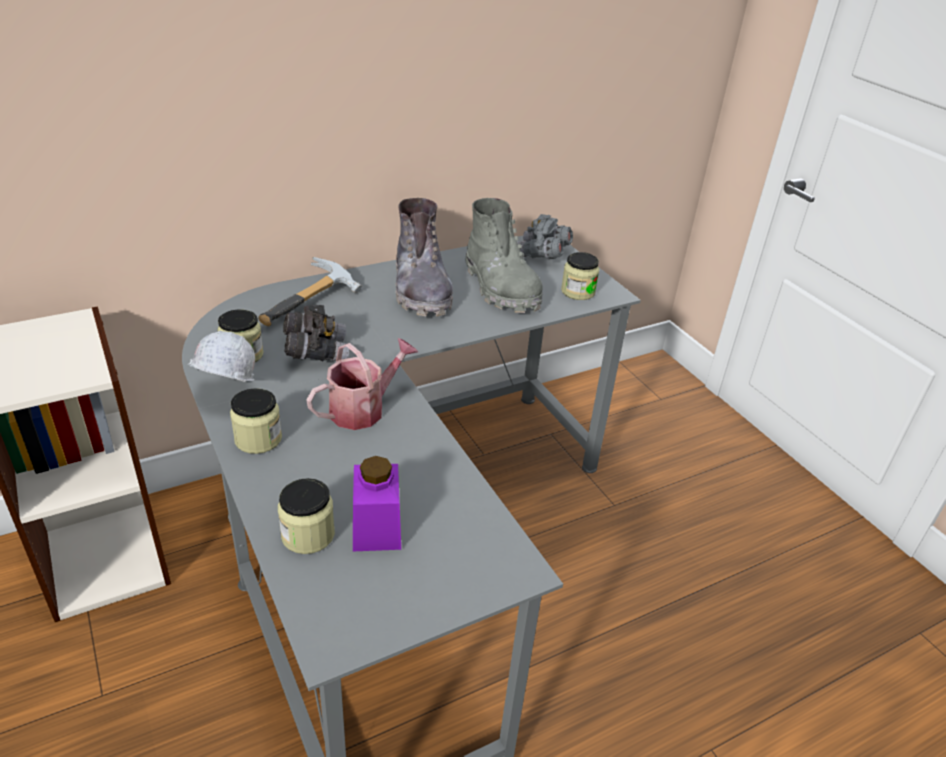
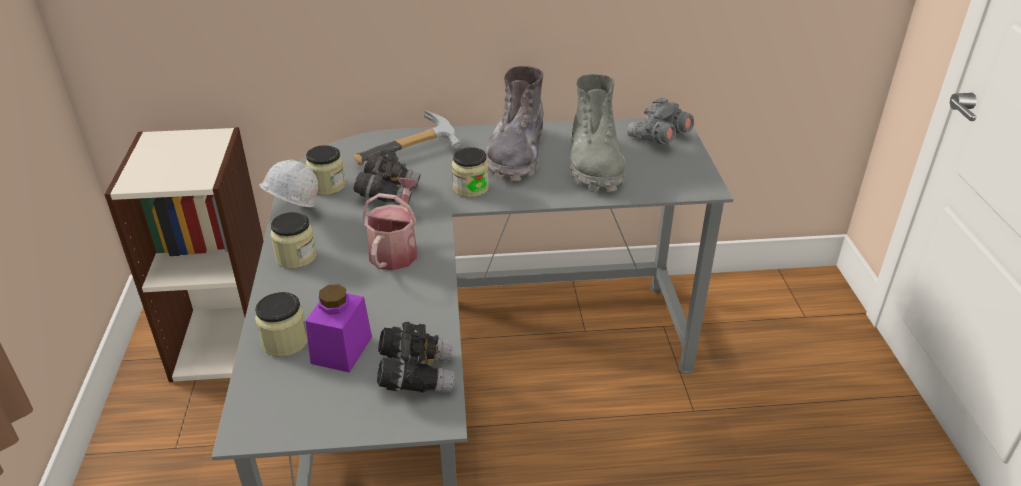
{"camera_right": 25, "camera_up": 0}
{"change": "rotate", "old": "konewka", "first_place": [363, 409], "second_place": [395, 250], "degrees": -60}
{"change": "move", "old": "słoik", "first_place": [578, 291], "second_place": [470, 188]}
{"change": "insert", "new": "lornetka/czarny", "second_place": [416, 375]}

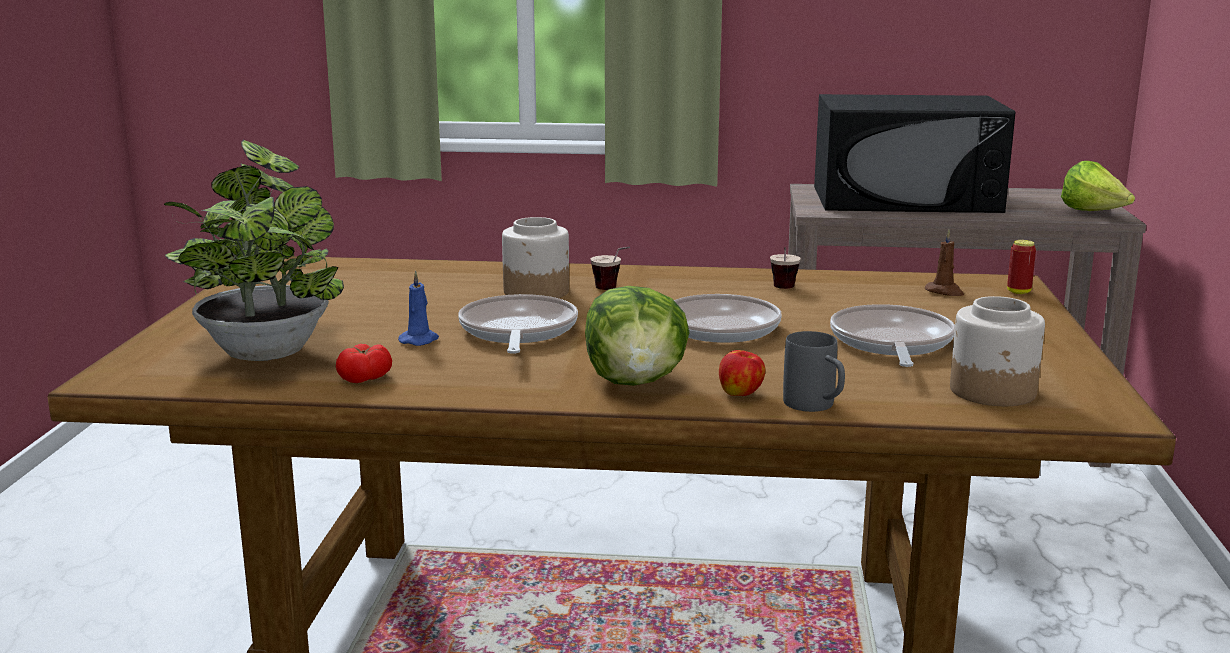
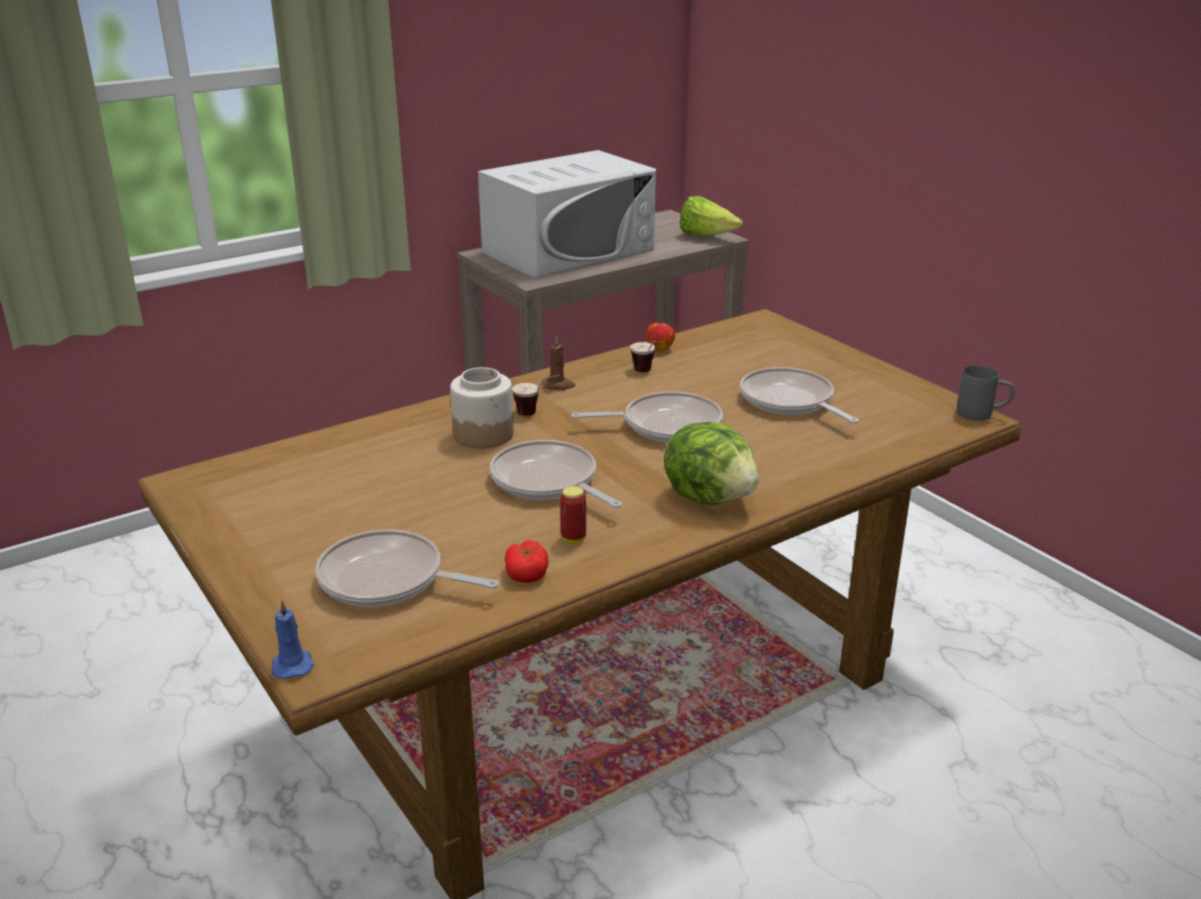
{"camera_right": -40, "camera_up": 10}
{"change": "replace", "old": "roślina doniczkowa", "new": "patelnia", "first_place": [266, 349], "second_place": [388, 580]}
{"change": "move", "old": "świeca/niebieski", "first_place": [420, 340], "second_place": [292, 665]}
{"change": "move", "old": "jabłko", "first_place": [741, 394], "second_place": [660, 348]}
{"change": "move", "old": "kubek/szary", "first_place": [816, 407], "second_place": [982, 414]}
{"change": "recolor", "old": "mikrofalówka/czarny", "new": "mikrofalówka/biały", "first_place": [905, 199], "second_place": [569, 250]}
{"change": "move", "old": "świeca/brązowy", "first_place": [945, 292], "second_place": [559, 385]}
{"change": "delete", "old": "słoik", "first_place": [993, 392]}
{"change": "move", "old": "puszka", "first_place": [1018, 292], "second_place": [573, 538]}

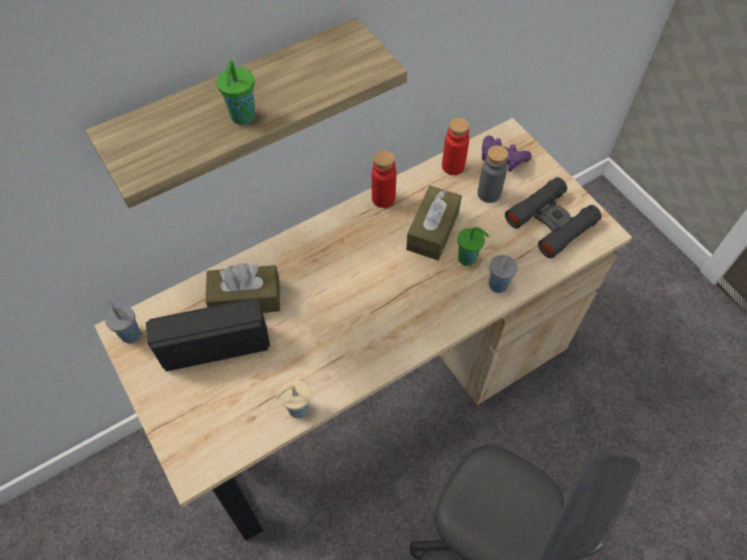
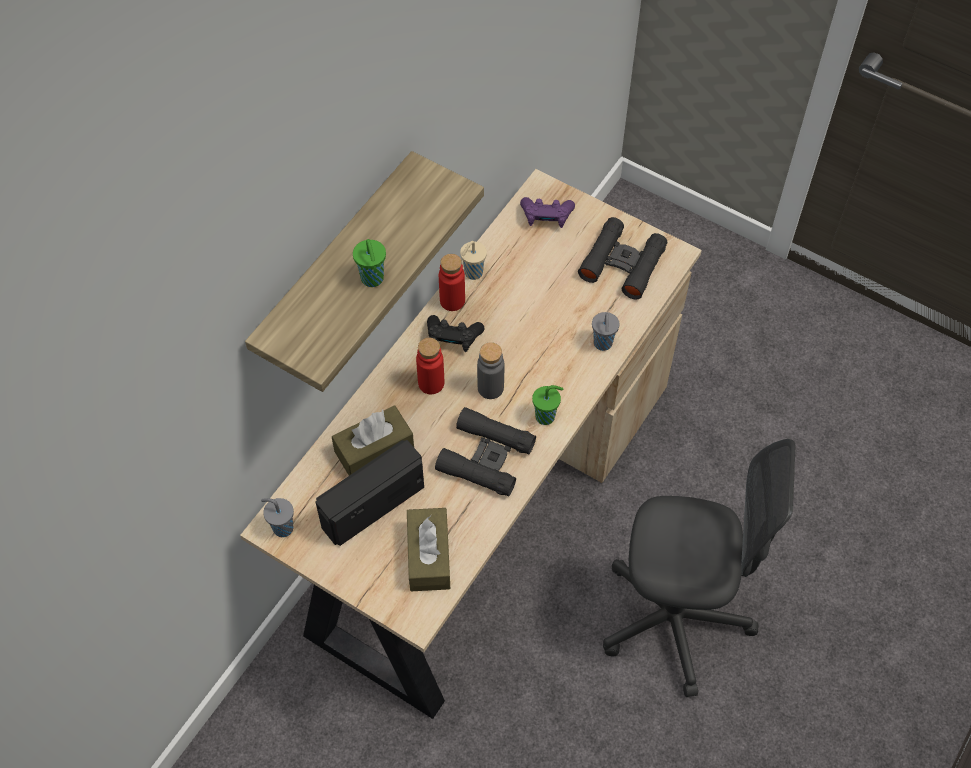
{"camera_right": -25, "camera_up": 0}
{"change": "move", "old": "filiżanka/beżowy", "first_place": [297, 409], "second_place": [472, 273]}
{"change": "move", "old": "pudełko chusteczek/brązowy", "first_place": [433, 230], "second_place": [429, 556]}
{"change": "move", "old": "butelka/czerwony", "first_place": [453, 166], "second_place": [431, 383]}
{"change": "move", "old": "filiżanka/zielony", "first_place": [468, 258], "second_place": [546, 416]}
{"change": "move", "old": "butelka/szary", "first_place": [488, 193], "second_place": [490, 388]}
{"change": "insert", "new": "pad do gier/czarny", "second_place": [453, 338]}
{"change": "insert", "new": "lornetka/czarny", "second_place": [486, 457]}

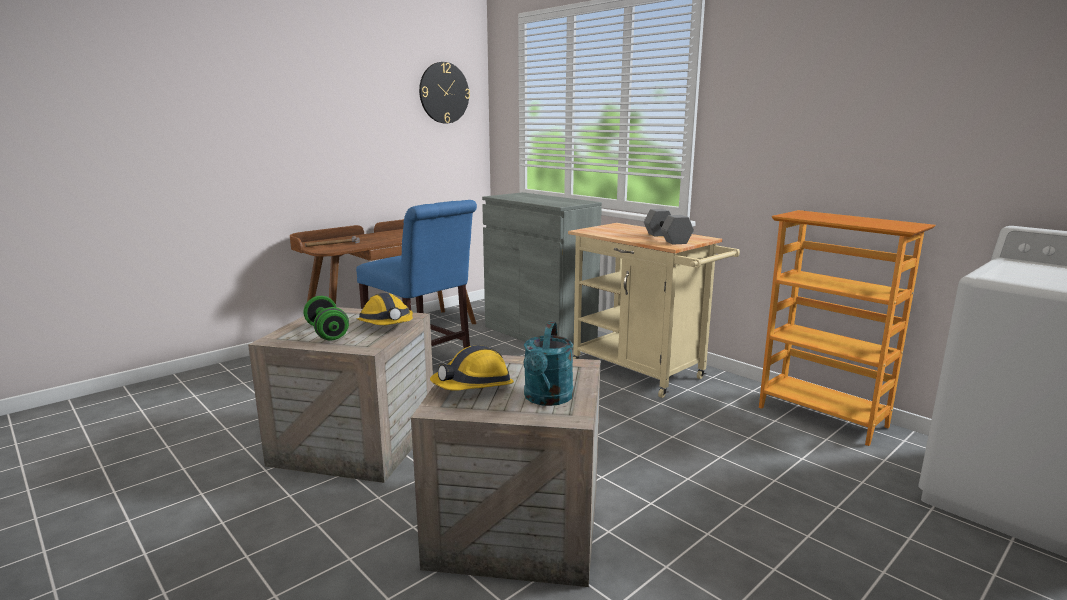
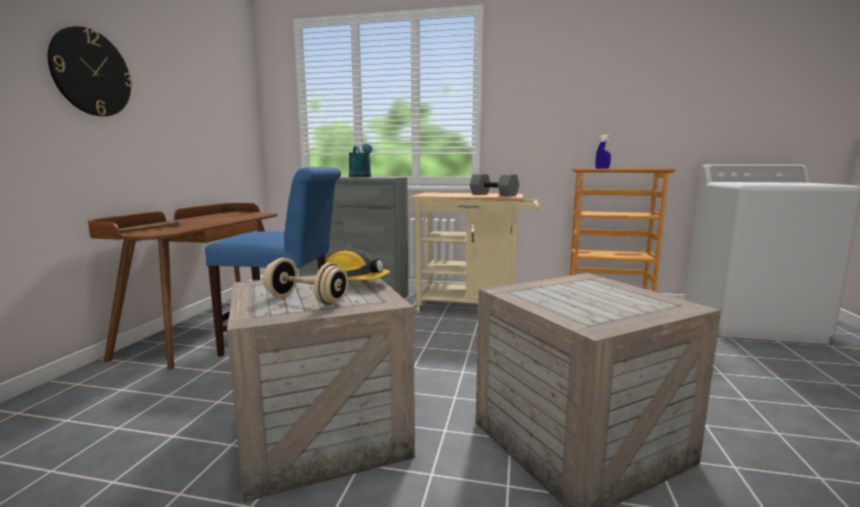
{"camera_right": -35, "camera_up": -5}
{"change": "recolor", "old": "hantel/zielony", "new": "hantel/beżowy", "first_place": [327, 333], "second_place": [306, 300]}
{"change": "move", "old": "zegar ścienny", "first_place": [444, 93], "second_place": [91, 73]}
{"change": "delete", "old": "kask", "first_place": [473, 386]}
{"change": "move", "old": "konewka/turkusowy", "first_place": [547, 399], "second_place": [361, 177]}
{"change": "insert", "new": "spryskiwacz/niebieski", "second_place": [602, 168]}

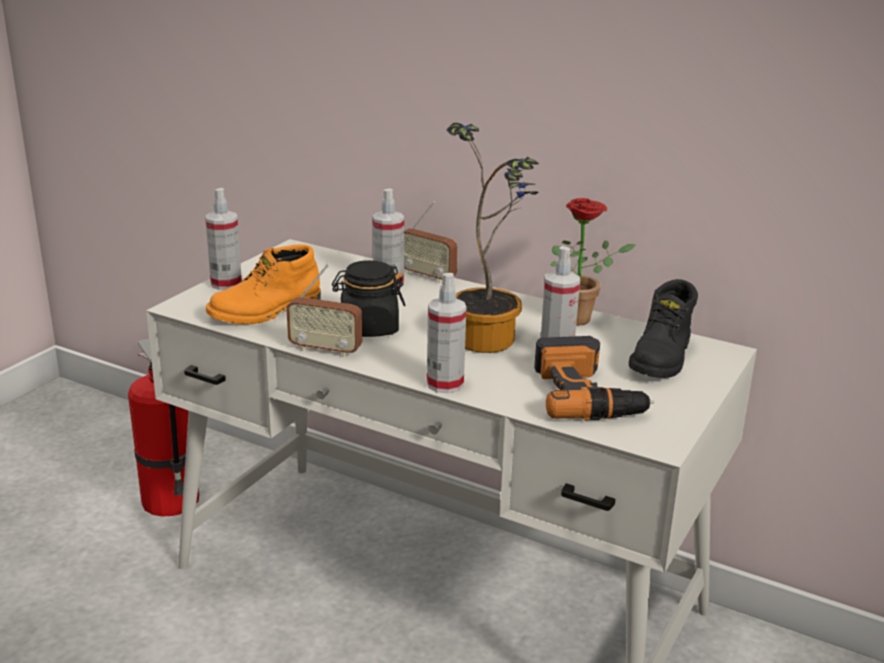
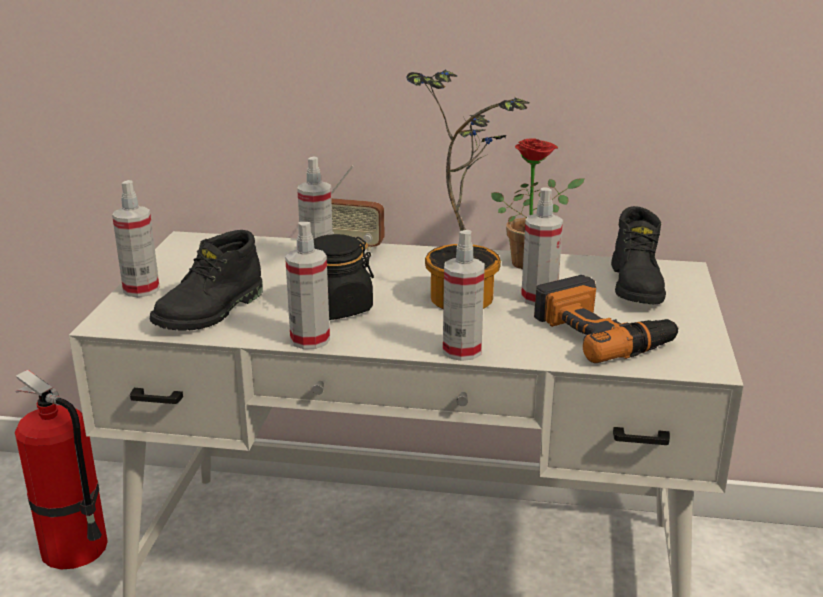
{"camera_right": -20, "camera_up": 0}
{"change": "recolor", "old": "but z cholewką/pomarańczowy", "new": "but z cholewką/czarny", "first_place": [266, 312], "second_place": [211, 311]}
{"change": "replace", "old": "radio", "new": "spryskiwacz", "first_place": [325, 350], "second_place": [310, 340]}

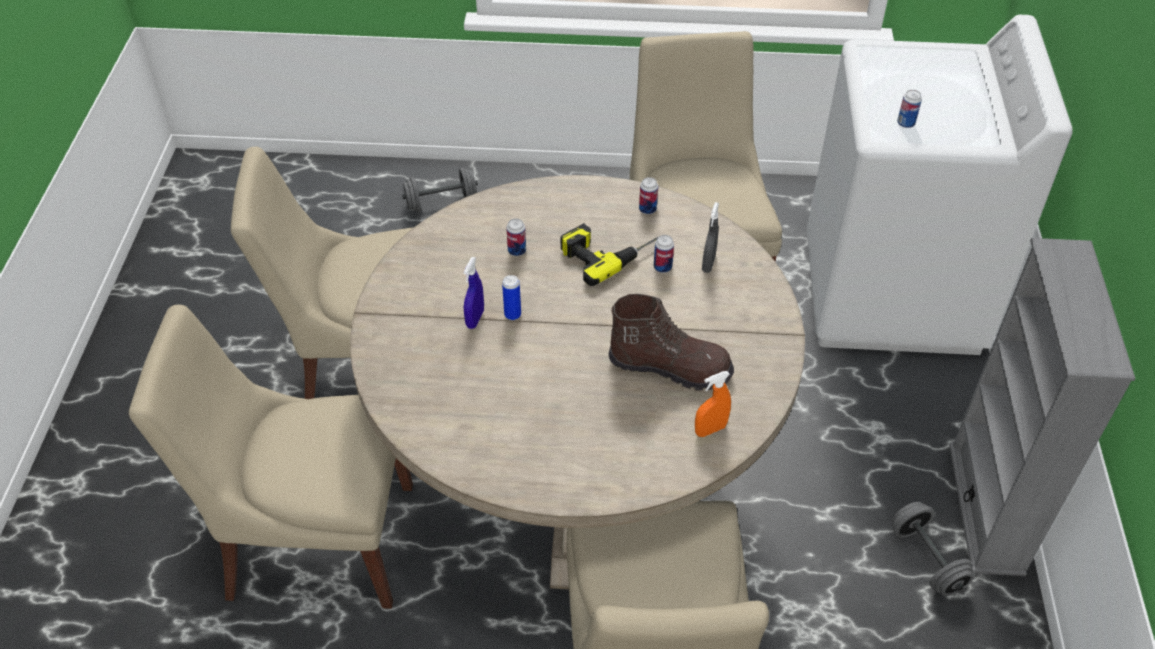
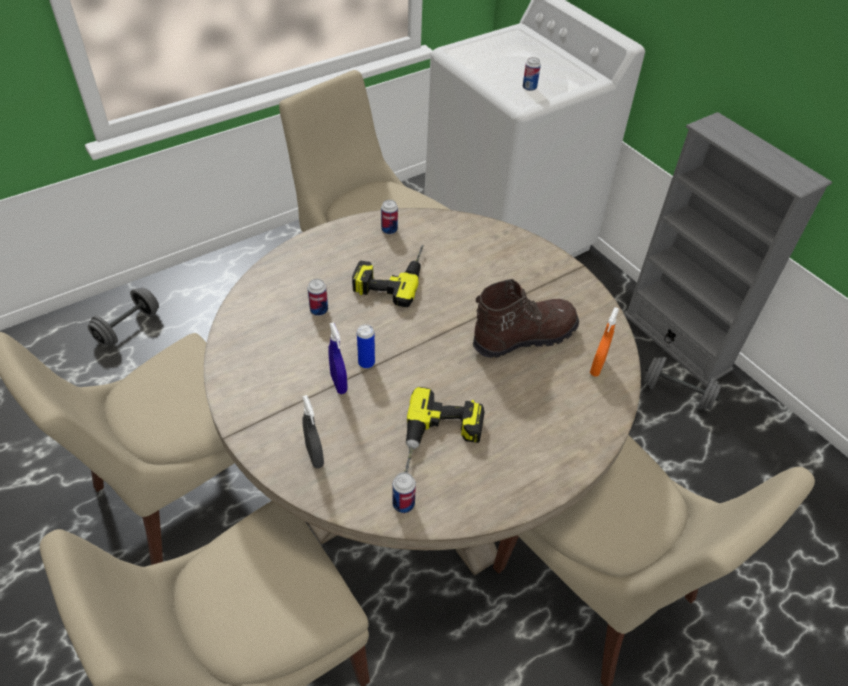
{"camera_right": -40, "camera_up": 0}
{"change": "move", "old": "puszka", "first_place": [662, 267], "second_place": [403, 504]}
{"change": "move", "old": "spryskiwacz/szary", "first_place": [708, 264], "second_place": [314, 456]}
{"change": "insert", "new": "wiertarka", "second_place": [441, 441]}

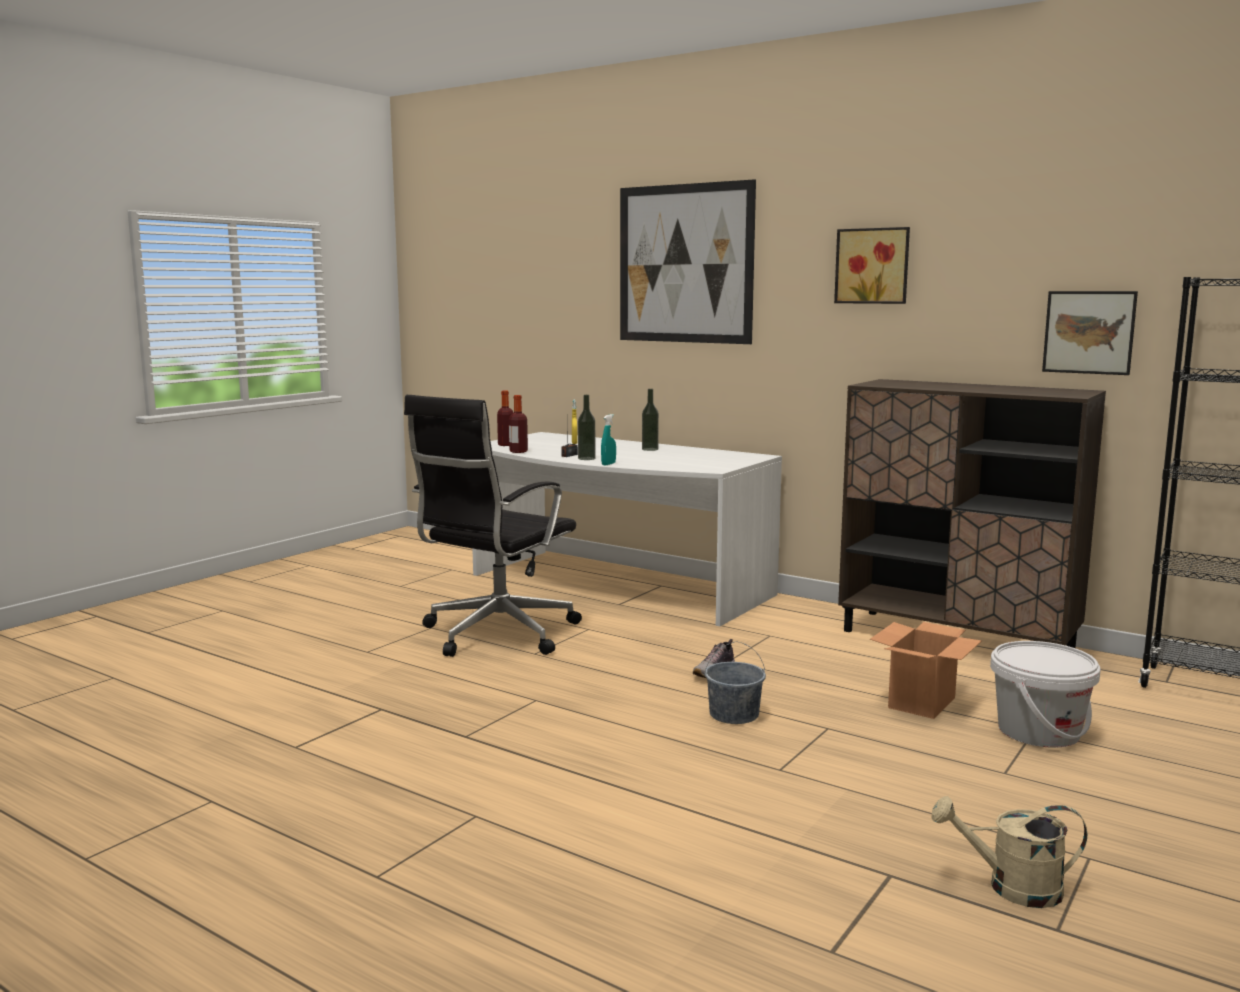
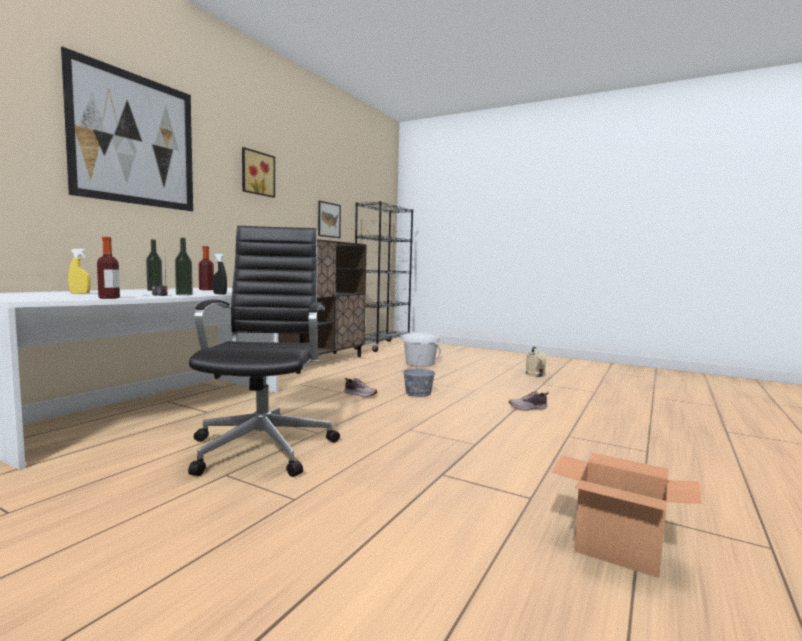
{"camera_right": -95, "camera_up": -5}
{"change": "rotate", "old": "krzesło biurowe/czarny", "first_place": [496, 634], "second_place": [264, 446], "degrees": -120}
{"change": "move", "old": "butelka", "first_place": [506, 445], "second_place": [206, 289]}
{"change": "recolor", "old": "spryskiwacz/turkusowy", "new": "spryskiwacz/czarny", "first_place": [608, 464], "second_place": [219, 294]}
{"change": "move", "old": "karton", "first_place": [921, 702], "second_place": [616, 550]}
{"change": "insert", "new": "but", "second_place": [528, 408]}

